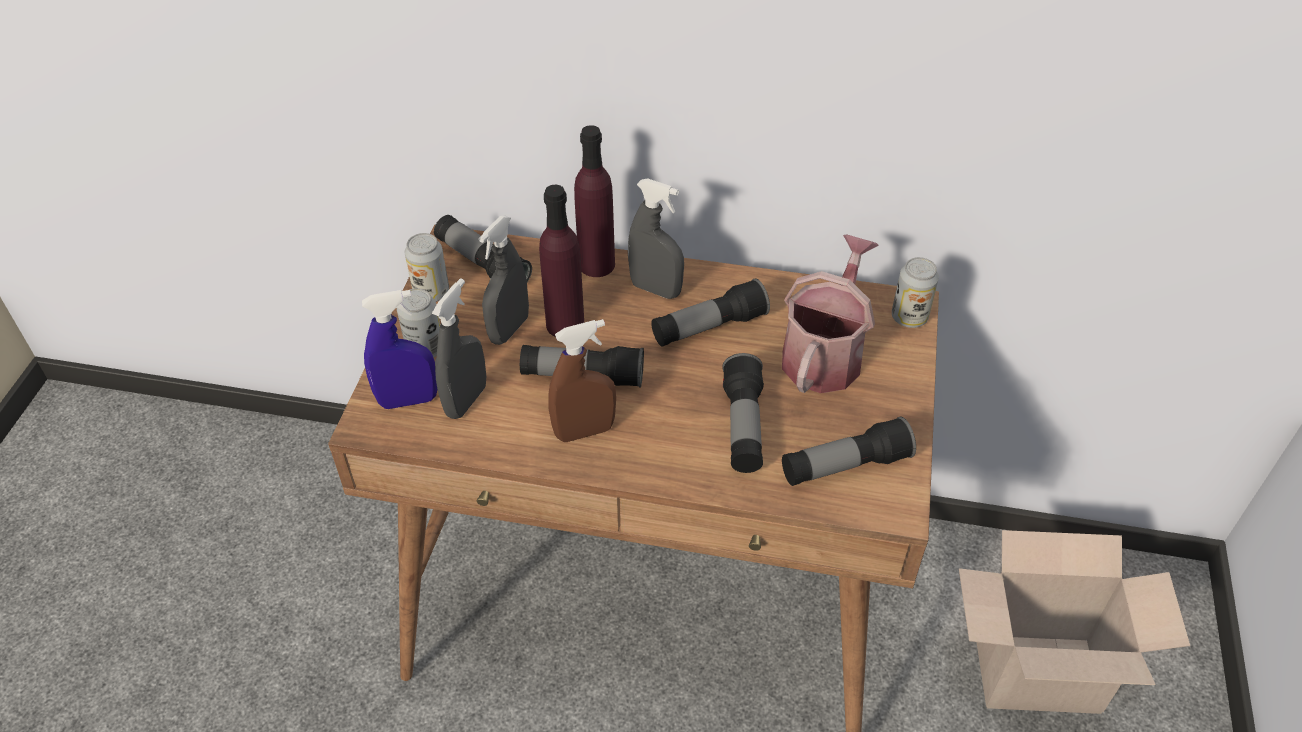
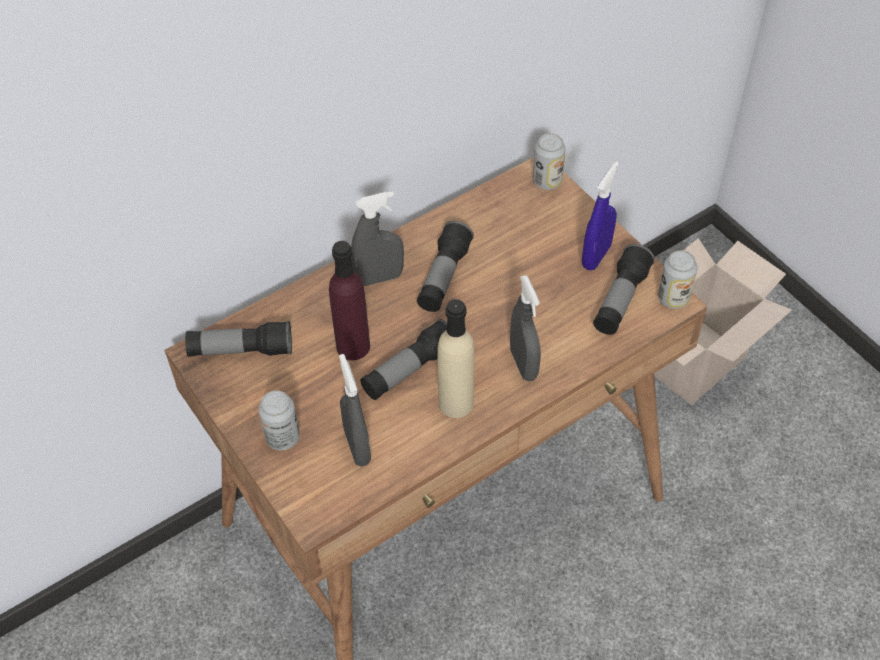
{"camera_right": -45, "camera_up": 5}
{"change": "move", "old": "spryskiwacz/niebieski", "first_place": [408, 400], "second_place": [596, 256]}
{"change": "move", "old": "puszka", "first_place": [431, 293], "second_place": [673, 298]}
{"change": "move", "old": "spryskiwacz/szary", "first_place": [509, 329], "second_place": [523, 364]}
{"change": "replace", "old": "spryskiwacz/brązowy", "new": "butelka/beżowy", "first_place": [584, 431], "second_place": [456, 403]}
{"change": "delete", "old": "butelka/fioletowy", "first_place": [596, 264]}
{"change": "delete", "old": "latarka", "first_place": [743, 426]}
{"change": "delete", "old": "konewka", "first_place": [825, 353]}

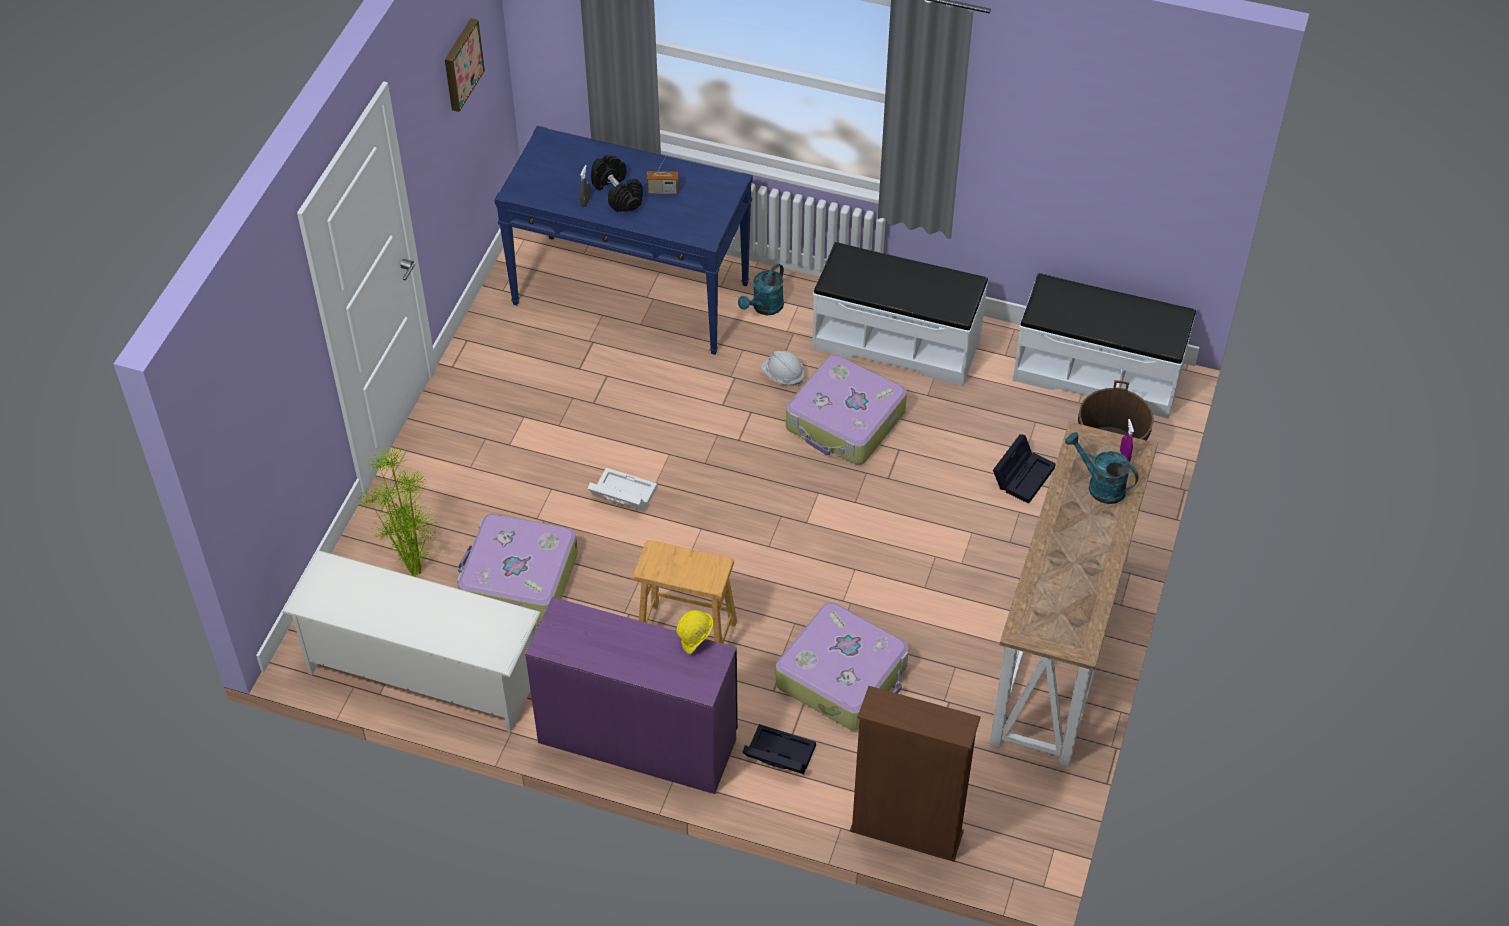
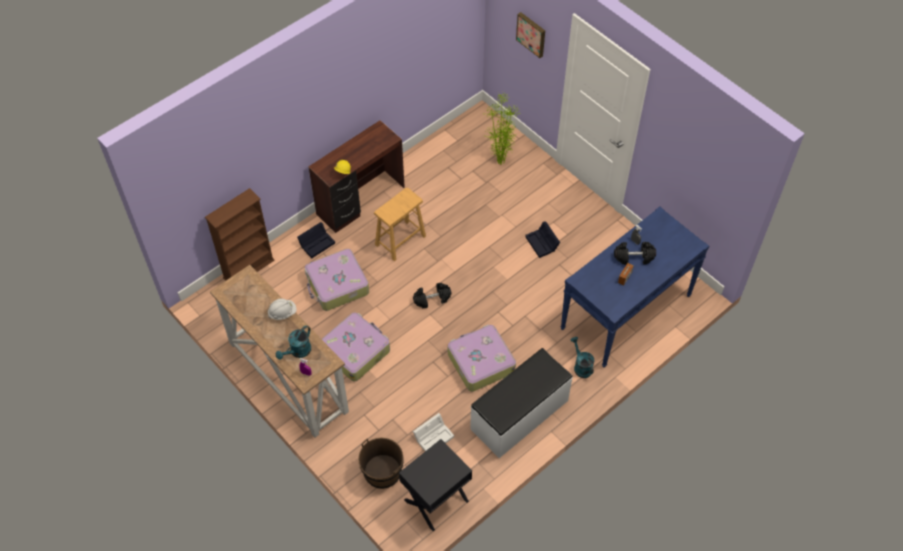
{"camera_right": 120, "camera_up": 5}
{"change": "delete", "old": "regał na buty/biały", "first_place": [423, 672]}
{"change": "move", "old": "obraz", "first_place": [461, 64], "second_place": [531, 34]}
{"change": "move", "old": "walizka", "first_place": [518, 579], "second_place": [355, 350]}
{"change": "recolor", "old": "biurko/fioletowy", "new": "biurko/brązowy", "first_place": [637, 738], "second_place": [361, 201]}
{"change": "move", "old": "pojemnik do przechowywania/biały", "first_place": [621, 495], "second_place": [434, 436]}
{"change": "move", "old": "kask/biały", "first_place": [783, 376], "second_place": [282, 313]}
{"change": "move", "old": "pojemnik do przechowywania/czarny", "first_place": [1023, 474], "second_place": [542, 243]}
{"change": "replace", "old": "ławka/biały", "new": "szafka nocna/czarny", "first_place": [1098, 373], "second_place": [436, 501]}
{"change": "rotate", "old": "konewka/turkusowy", "first_place": [1100, 485], "second_place": [298, 352], "degrees": 150}
{"change": "insert", "new": "hantel/czarny", "second_place": [432, 299]}

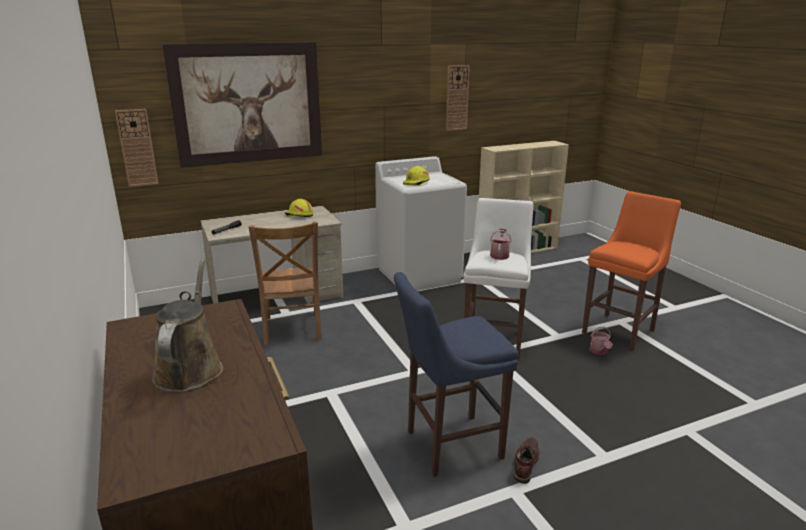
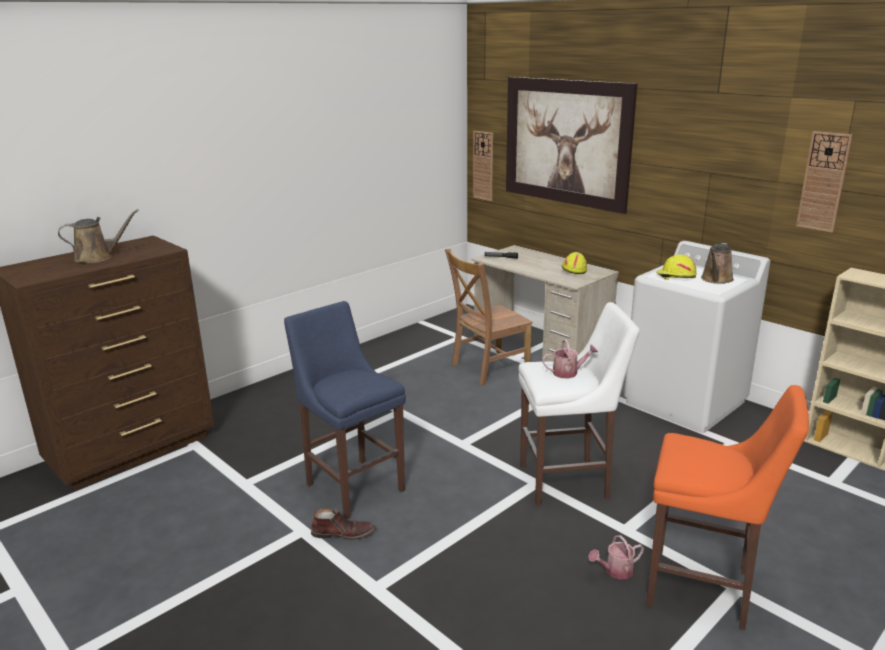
{"camera_right": 70, "camera_up": 0}
{"change": "insert", "new": "konewka/brązowy", "second_place": [716, 280]}

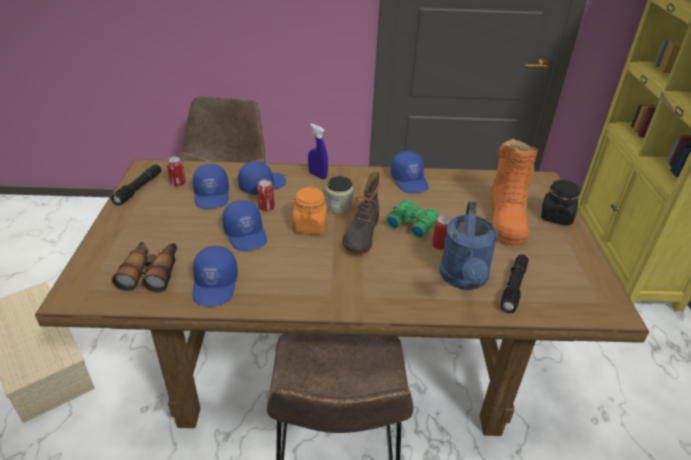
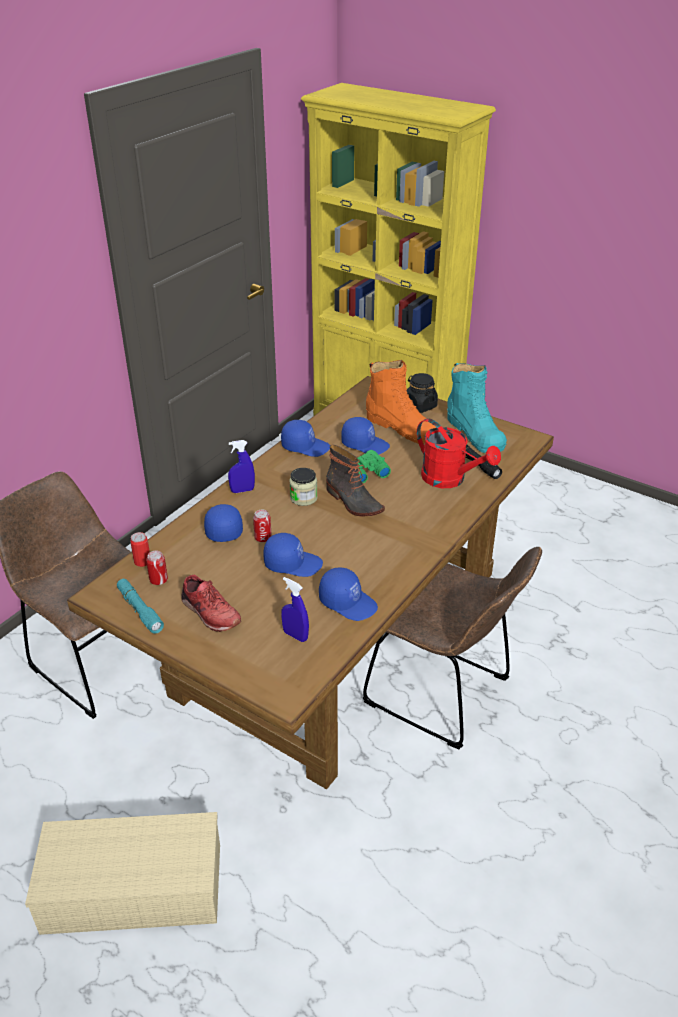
{"camera_right": -55, "camera_up": 0}
{"change": "recolor", "old": "latarka/czarny", "new": "latarka/turkusowy", "first_place": [139, 189], "second_place": [140, 610]}
{"change": "replace", "old": "lornetka", "new": "spryskiwacz/niebieski", "first_place": [151, 272], "second_place": [295, 635]}
{"change": "move", "old": "czapka z daszkiem/niebieski", "first_place": [212, 195], "second_place": [365, 444]}
{"change": "delete", "old": "słoik/pomarańczowy", "first_place": [310, 226]}
{"change": "move", "old": "puszka", "first_place": [439, 245], "second_place": [142, 561]}
{"change": "recolor", "old": "konewka/niebieski", "new": "konewka/czerwony", "first_place": [464, 280], "second_place": [450, 479]}
{"change": "insert", "new": "but/czerwony", "second_place": [209, 613]}
{"change": "insert", "new": "but z cholewką/turkusowy", "second_place": [475, 433]}

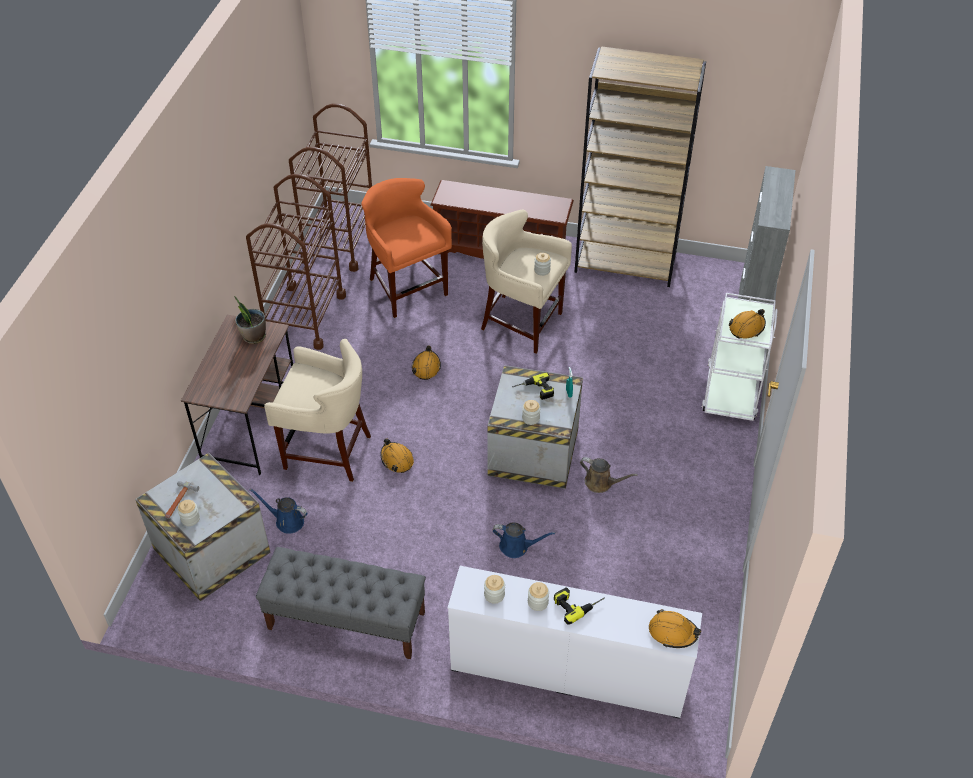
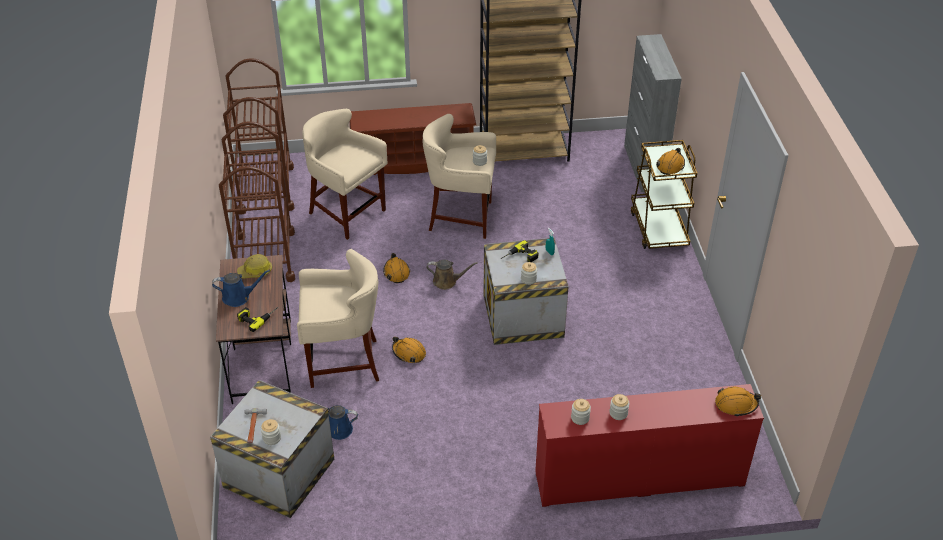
{"camera_right": -20, "camera_up": -5}
{"change": "replace", "old": "roślina doniczkowa", "new": "kask", "first_place": [253, 336], "second_place": [255, 271]}
{"change": "delete", "old": "ławka/szary", "first_place": [346, 620]}
{"change": "recolor", "old": "stołek/pomarańczowy", "new": "stołek/beżowy", "first_place": [407, 289], "second_place": [346, 213]}
{"change": "recolor", "old": "komoda/biały", "new": "komoda/czerwony", "first_place": [567, 672], "second_place": [639, 478]}
{"change": "move", "old": "konewka/niebieski", "first_place": [517, 546], "second_place": [239, 297]}
{"change": "move", "old": "wiertarka", "first_place": [577, 603], "second_place": [257, 316]}
{"change": "move", "old": "konewka/brązowy", "first_place": [601, 483], "second_place": [447, 281]}
{"change": "recolor", "old": "wózek/biały", "new": "wózek/brązowy", "first_place": [731, 391], "second_place": [658, 228]}

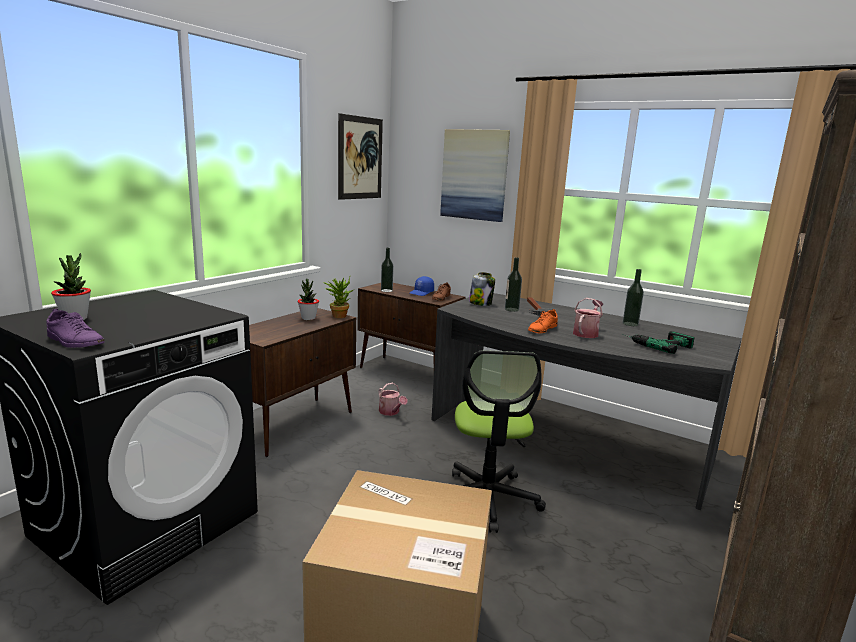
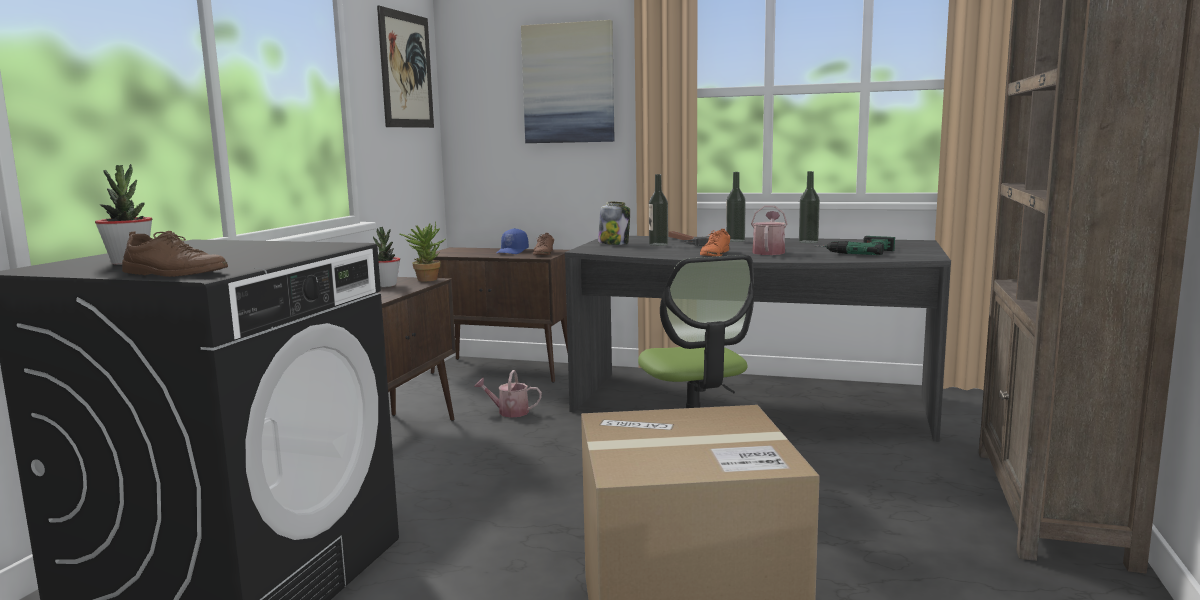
{"camera_right": -15, "camera_up": -5}
{"change": "recolor", "old": "but/fioletowy", "new": "but/brązowy", "first_place": [75, 341], "second_place": [174, 273]}
{"change": "rotate", "old": "konewka", "first_place": [391, 412], "second_place": [509, 412], "degrees": 150}
{"change": "move", "old": "butelka", "first_place": [386, 290], "second_place": [735, 240]}

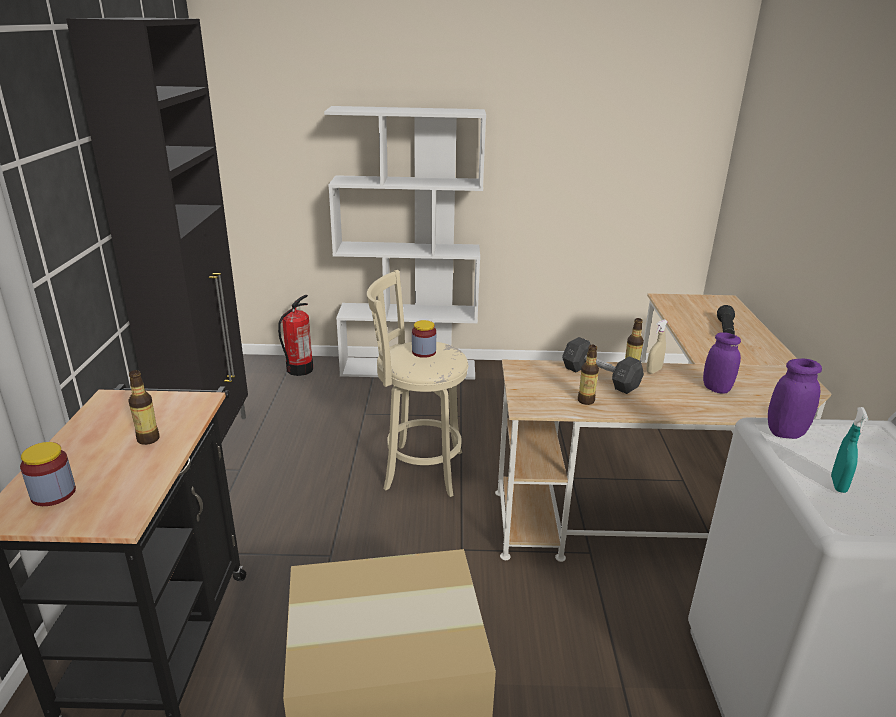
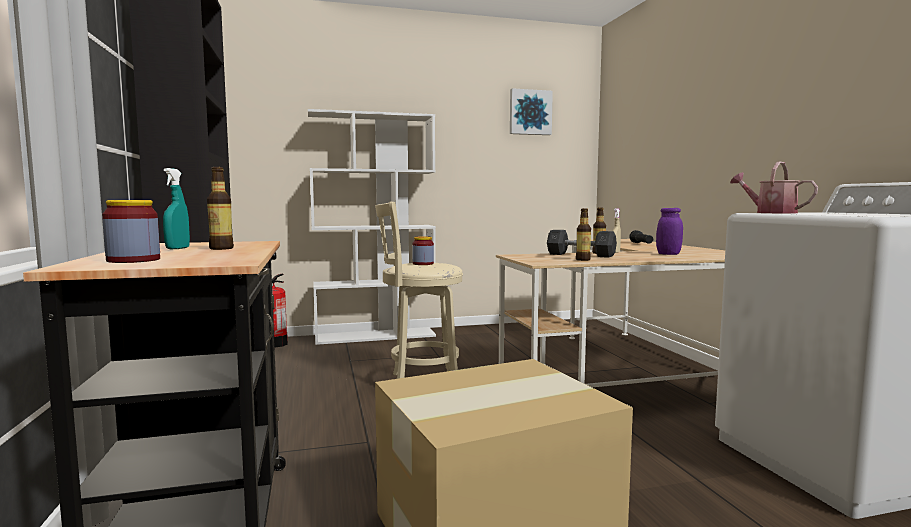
{"camera_right": -15, "camera_up": -20}
{"change": "replace", "old": "słoik/fioletowy", "new": "konewka", "first_place": [785, 432], "second_place": [770, 212]}
{"change": "move", "old": "spryskiwacz/turkusowy", "first_place": [838, 484], "second_place": [177, 248]}
{"change": "insert", "new": "obraz", "second_place": [530, 112]}

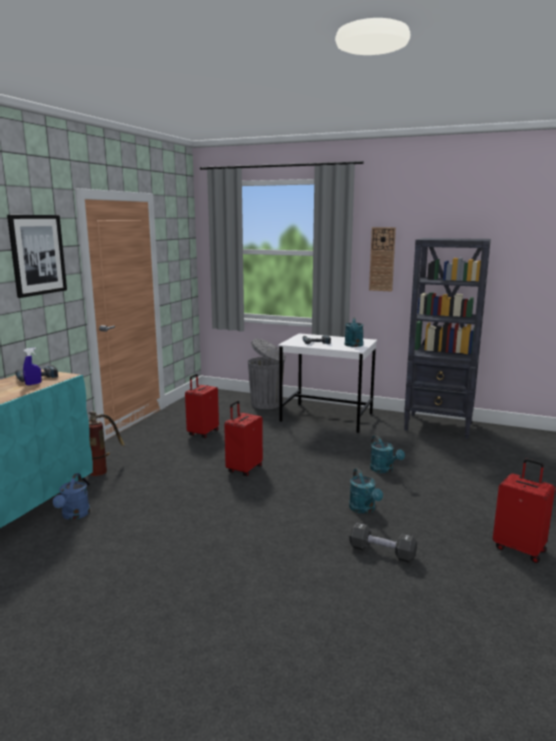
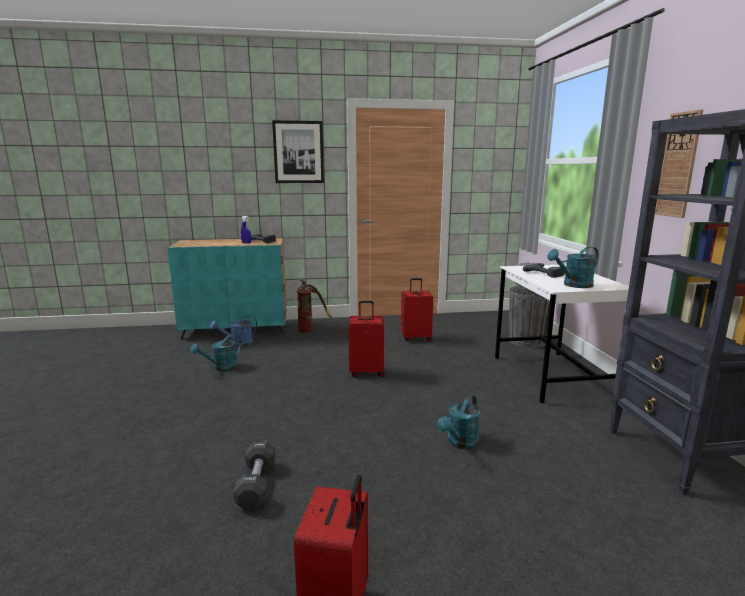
{"camera_right": 60, "camera_up": 0}
{"change": "move", "old": "konewka/turkusowy", "first_place": [364, 509], "second_place": [221, 367]}

